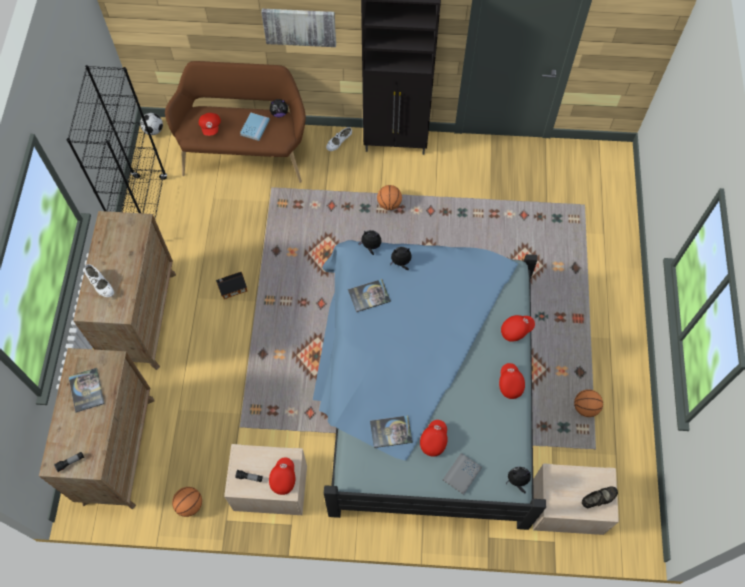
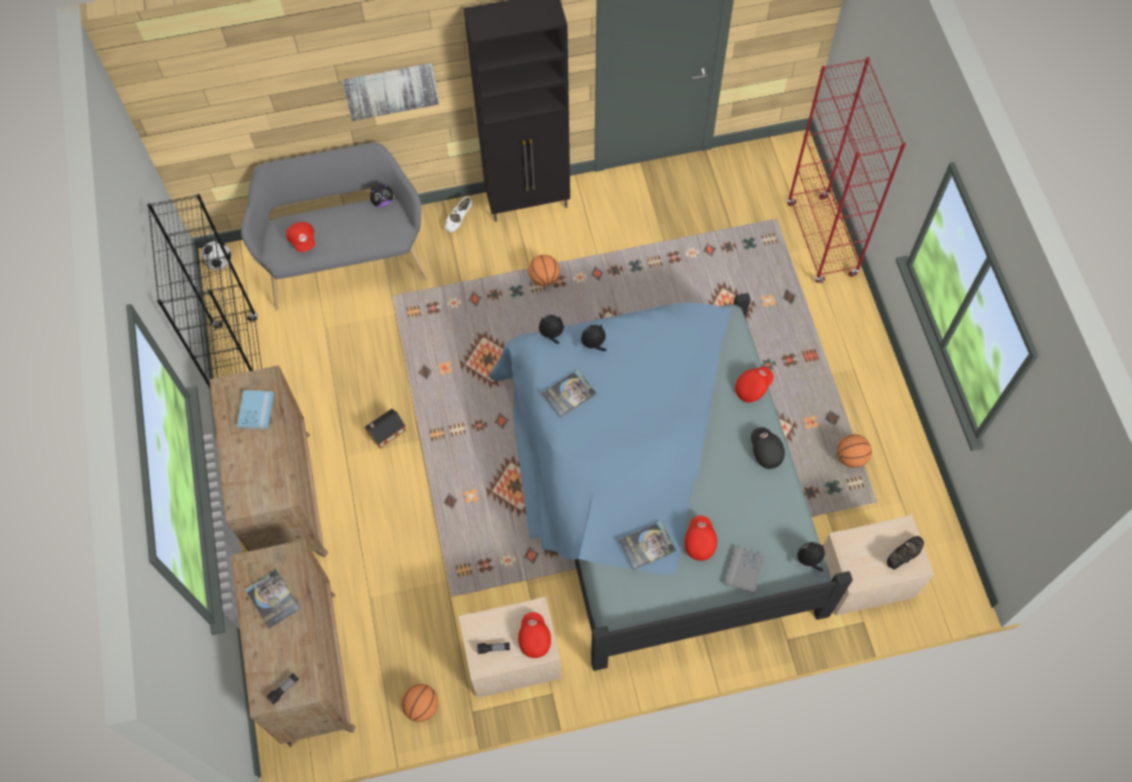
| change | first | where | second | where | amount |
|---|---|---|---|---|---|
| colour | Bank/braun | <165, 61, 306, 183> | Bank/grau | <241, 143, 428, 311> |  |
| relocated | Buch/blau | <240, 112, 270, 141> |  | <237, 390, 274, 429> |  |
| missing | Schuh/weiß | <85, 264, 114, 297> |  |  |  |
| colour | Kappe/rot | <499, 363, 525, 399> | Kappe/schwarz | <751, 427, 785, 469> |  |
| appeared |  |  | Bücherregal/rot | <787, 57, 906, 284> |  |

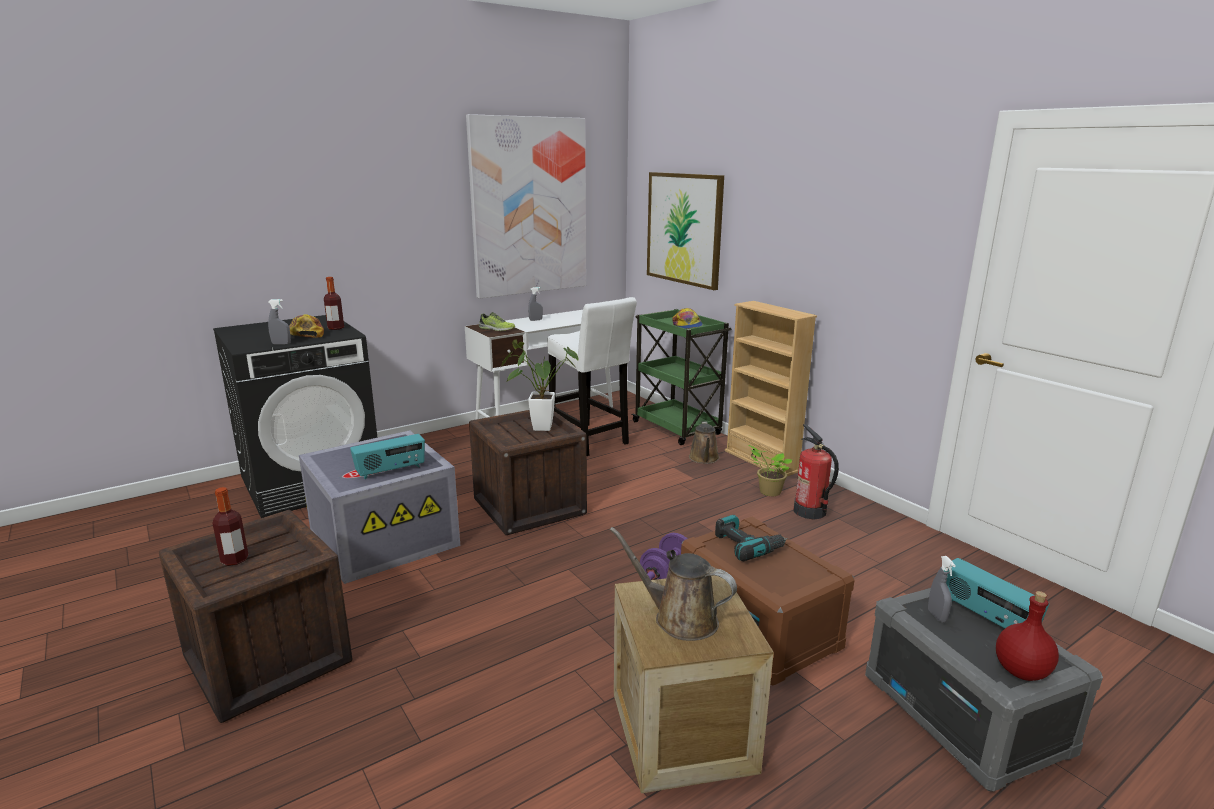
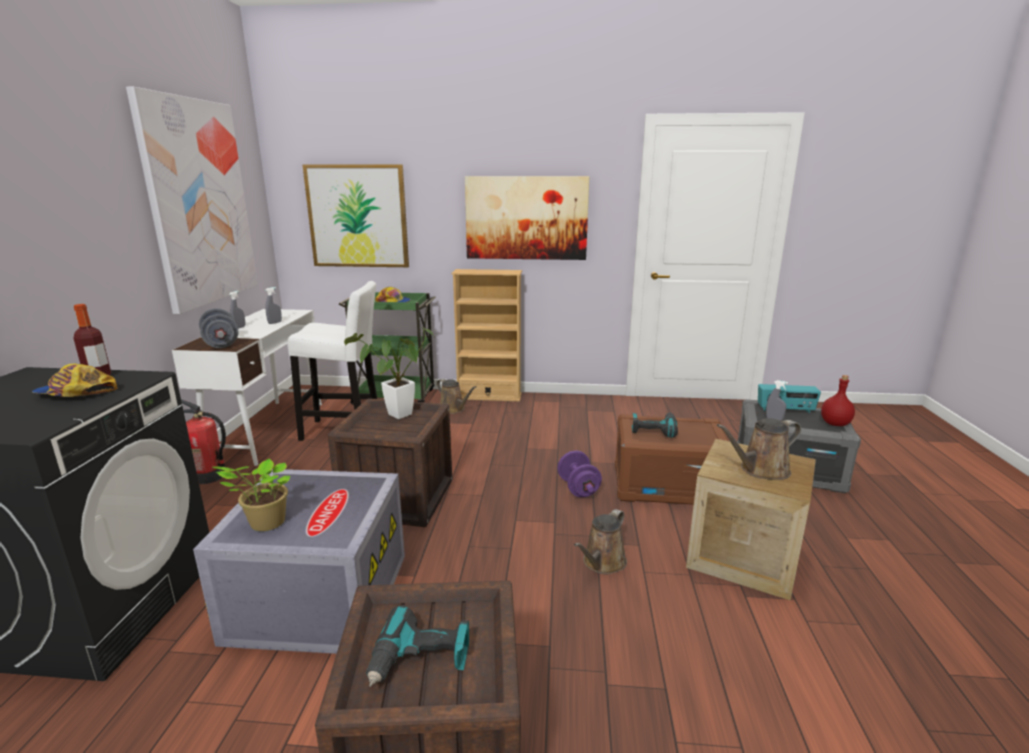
| change | first | where | second | where | amount |
|---|---|---|---|---|---|
| relocated | Sprühflasche/grau | <268, 299, 291, 345> |  | <265, 287, 282, 324> |  |
| exchanged | Schuh | <479, 312, 515, 331> | Hantel/grau | <199, 308, 239, 348> |  |
| relocated | Feuerlöscher | <793, 424, 839, 519> |  | <181, 399, 226, 484> |  |
| missing | Radio | <350, 434, 425, 479> |  |  |  |
| relocated | Topfpflanze | <749, 445, 792, 496> |  | <212, 459, 290, 531> |  |
| exchanged | Flasche | <212, 487, 248, 566> | Bohrmaschine | <366, 605, 469, 687> |  |
| appeared |  |  | Bild | <465, 176, 589, 260> |  |
| appeared |  |  | Gießkanne/braun | <574, 509, 627, 574> |  |

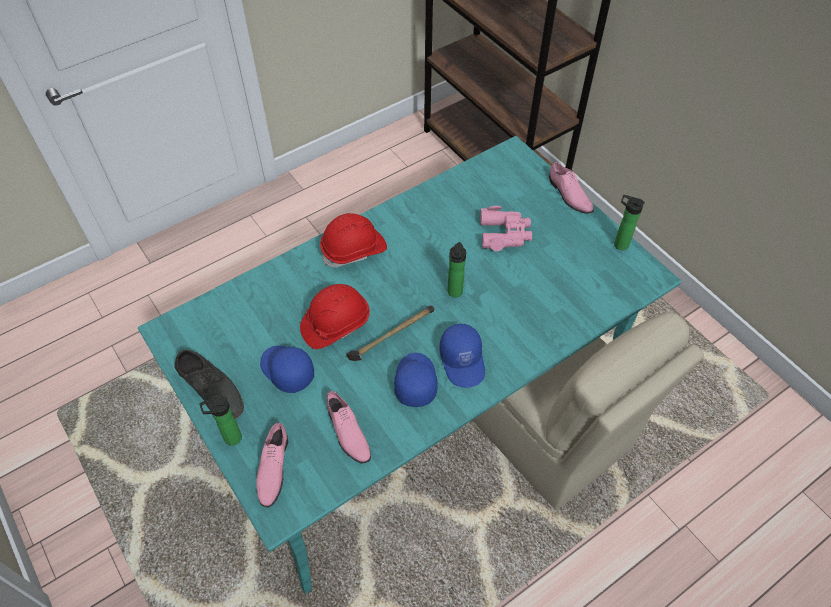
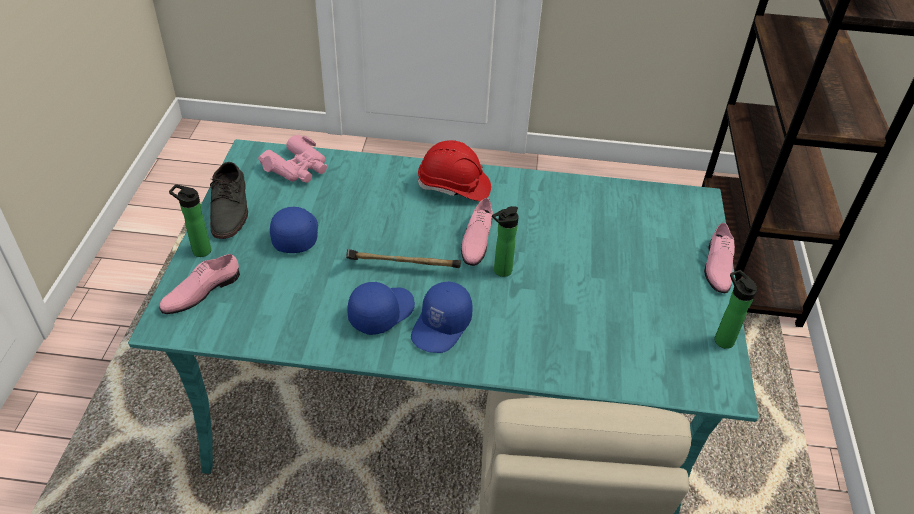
| change | first | where | second | where | amount |
|---|---|---|---|---|---|
| relocated | Fernglas/rosa | <481, 206, 532, 251> |  | <258, 135, 327, 183> |  |
| missing | Schutzhelm/rot | <300, 284, 370, 349> |  |  |  |
| relocated | Schuh/rosa | <327, 391, 371, 464> |  | <461, 198, 493, 266> |  |

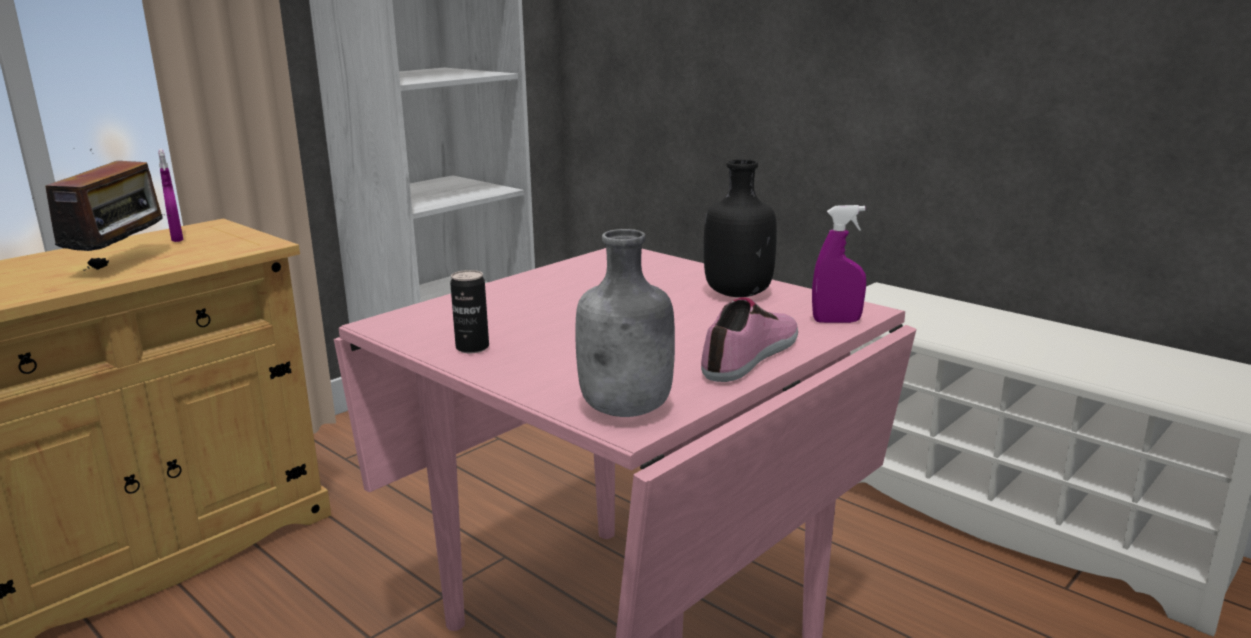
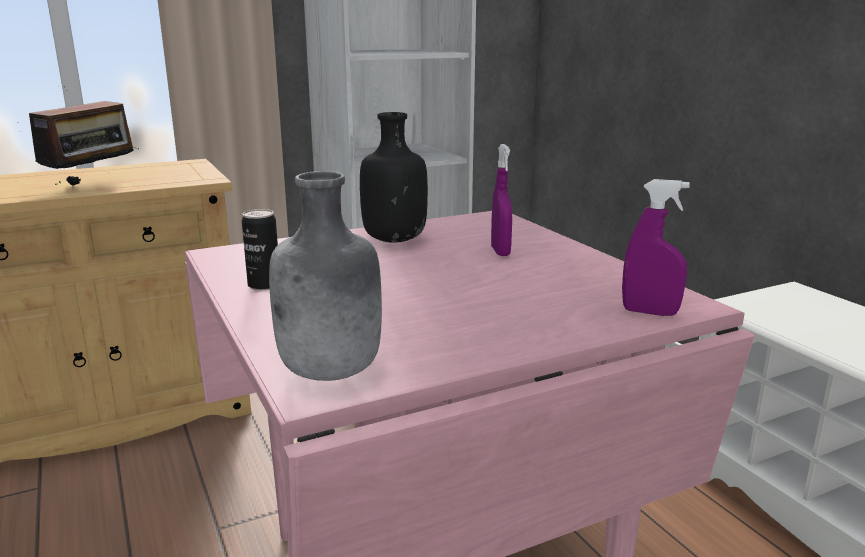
| change | first | where | second | where | amount |
|---|---|---|---|---|---|
| relocated | Sprühflasche/lila | <158, 149, 183, 242> |  | <491, 144, 512, 256> |  |
| relocated | Flasche/schwarz | <704, 159, 777, 297> |  | <360, 112, 428, 243> |  |
| missing | Schuh | <701, 297, 798, 382> |  |  |  |

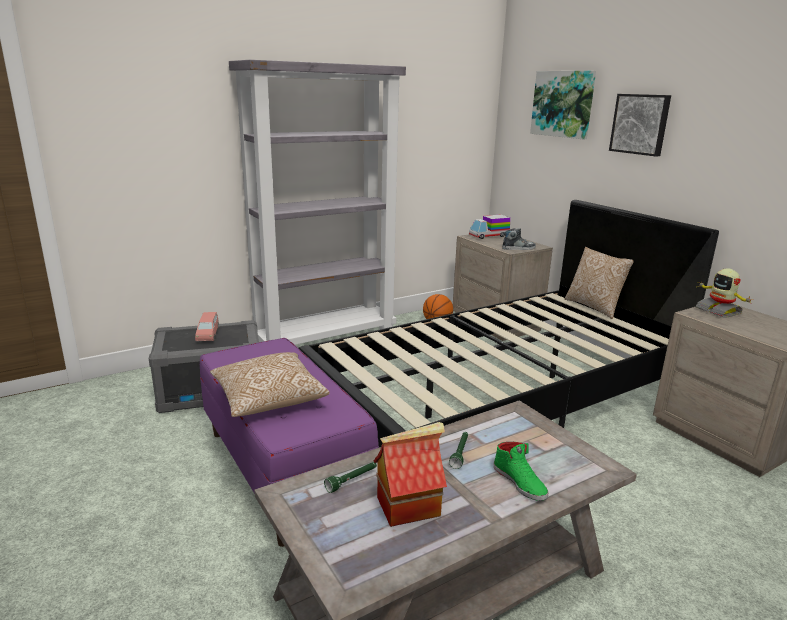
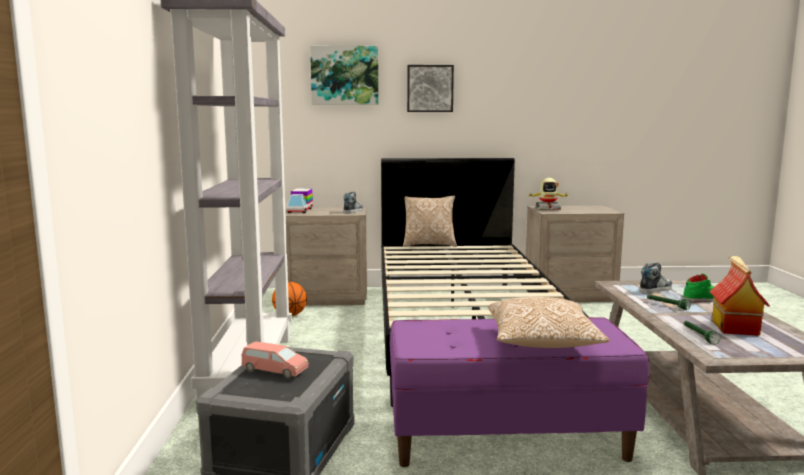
| change | first | where | second | where | amount |
|---|---|---|---|---|---|
| appeared |  |  | Schuh | <640, 263, 672, 294> |  |

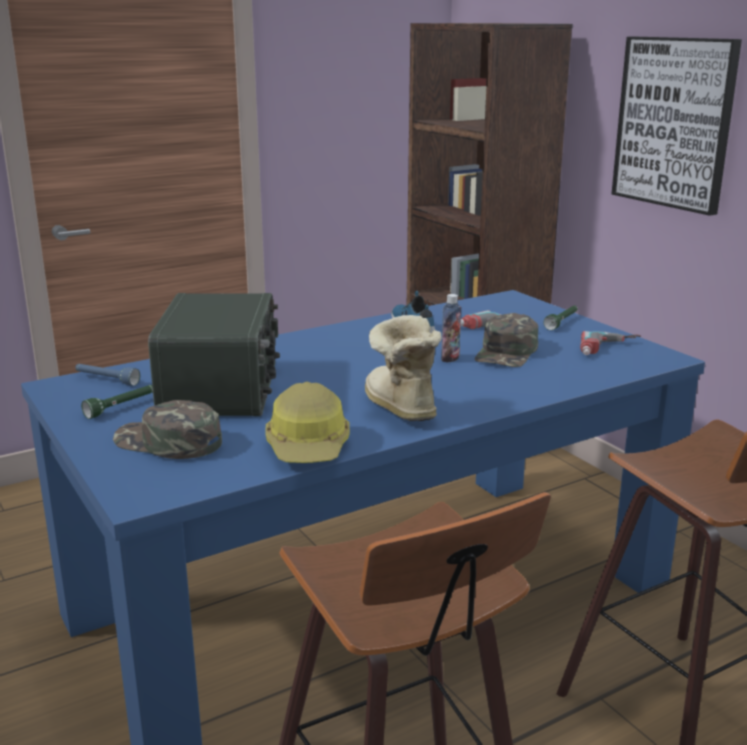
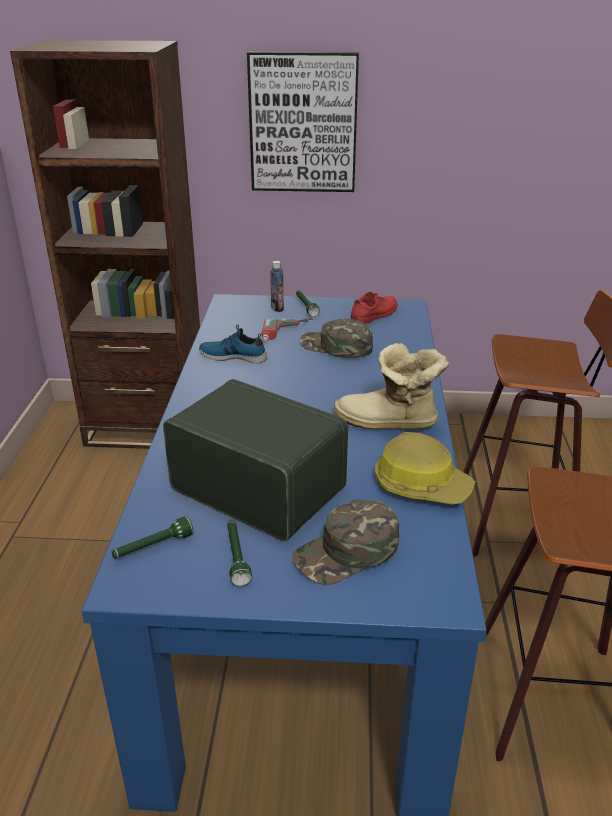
| change | first | where | second | where | amount |
|---|---|---|---|---|---|
| relocated | Flasche | <441, 294, 461, 363> |  | <270, 261, 284, 312> |  |
| spun | Kappe/grün | <475, 313, 538, 367> |  | <300, 319, 373, 358> | 150 degrees clockwise |
| exchanged | Bohrmaschine | <580, 331, 641, 355> | Schuh/rot | <351, 292, 397, 324> |  |
| colour | Taschenlampe/blau | <75, 364, 140, 386> | Taschenlampe/grün | <111, 516, 193, 558> |  |

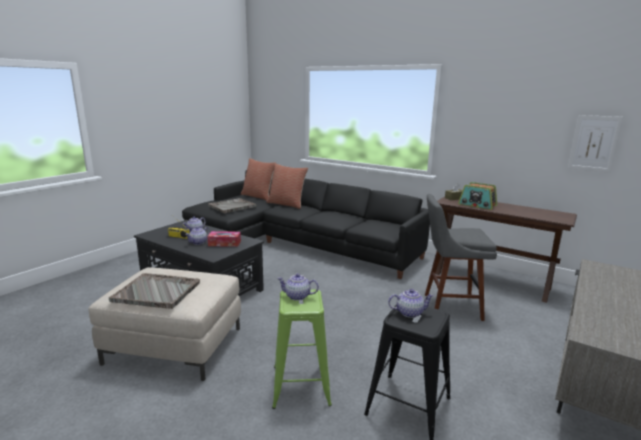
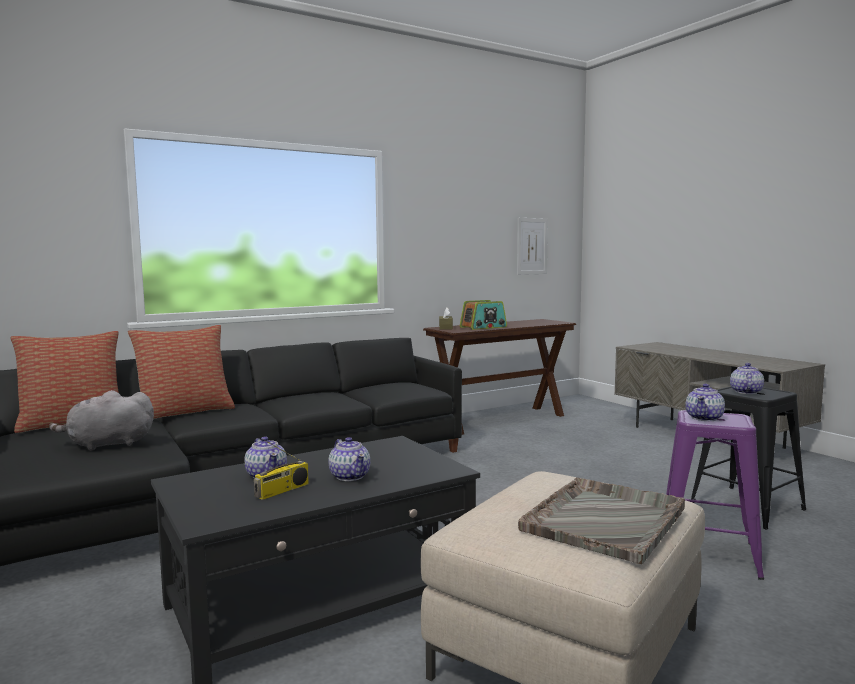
| change | first | where | second | where | amount |
|---|---|---|---|---|---|
| missing | Hocker/grau | <425, 194, 497, 321> |  |  |  |
| exchanged | Tablett/grau | <208, 198, 256, 213> | Plüschtier/grau | <49, 390, 154, 451> |  |
| missing | Taschentuchbox | <207, 231, 241, 247> |  |  |  |
| colour | Hocker/grün | <272, 289, 332, 409> | Hocker/lila | <666, 410, 764, 580> |  |

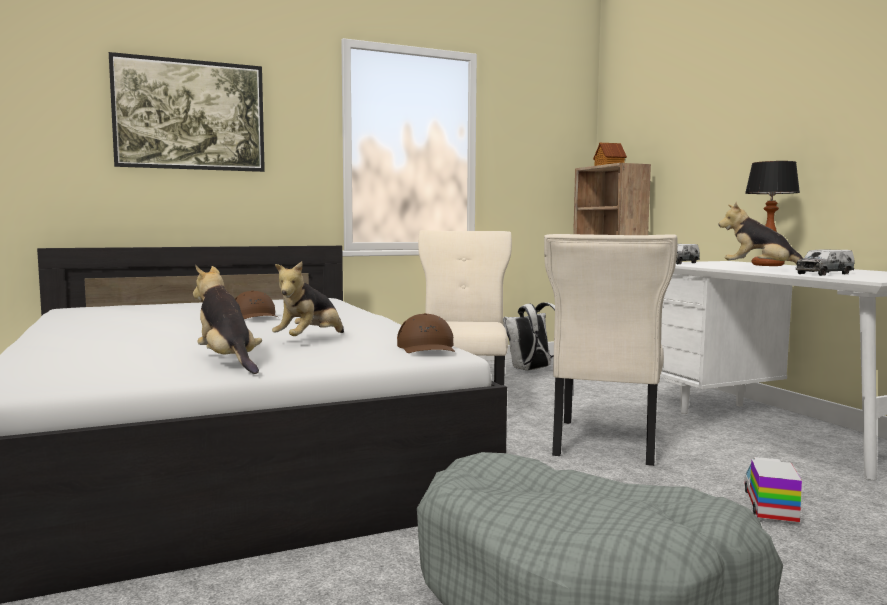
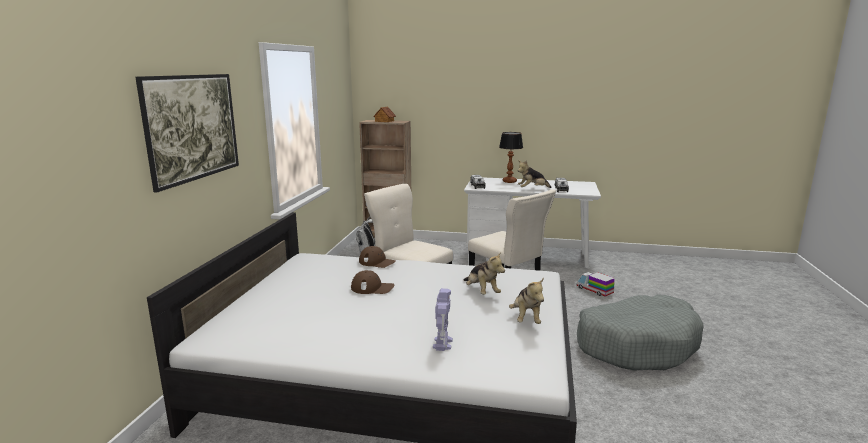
| change | first | where | second | where | amount |
|---|---|---|---|---|---|
| spun | Plüschtier | <193, 265, 262, 374> |  | <509, 278, 544, 324> | 90 degrees counterclockwise |
| relocated | Kappe/braun | <397, 313, 455, 353> |  | <359, 246, 396, 268> |  |
| appeared |  |  | Spielzeugroboter | <433, 288, 453, 351> |  |

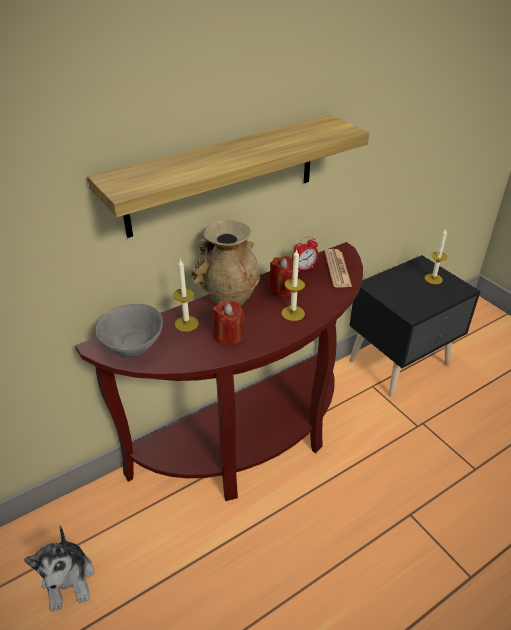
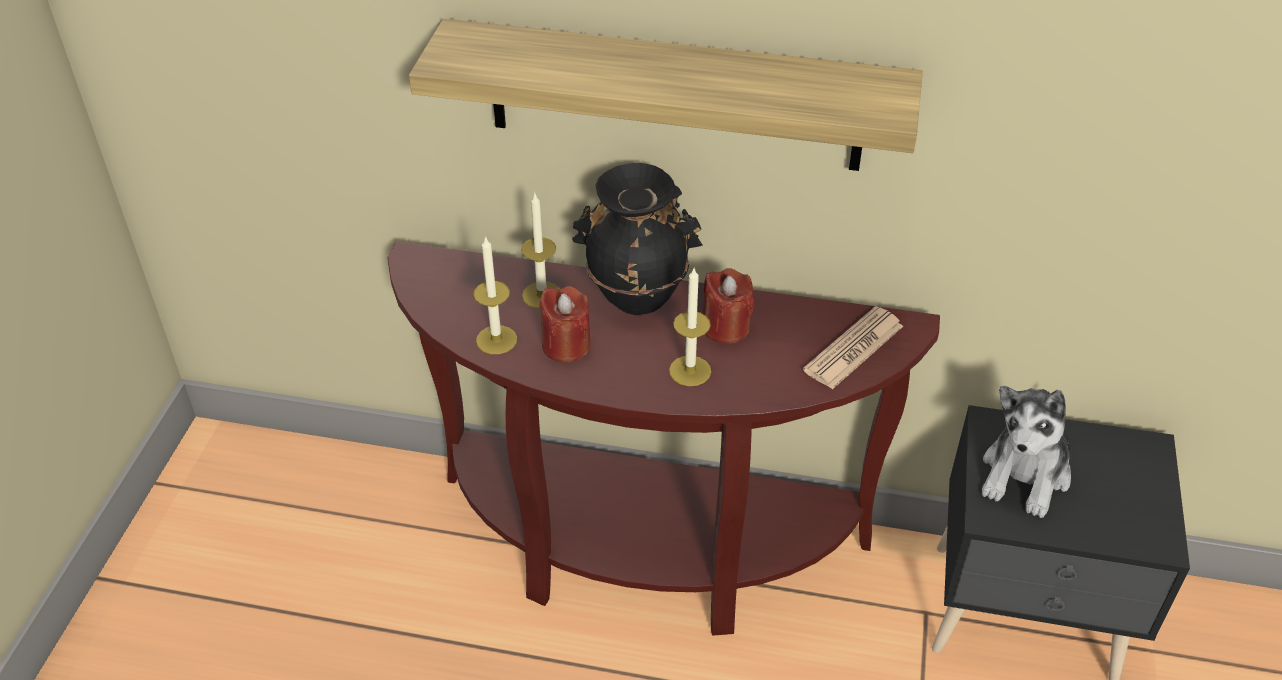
| change | first | where | second | where | amount |
|---|---|---|---|---|---|
| colour | Vase/beige | <191, 220, 260, 306> | Vase/schwarz | <572, 163, 703, 315> |  |
| relocated | Kerze | <425, 229, 447, 284> |  | <473, 236, 517, 354> |  |
| missing | Wecker | <292, 236, 318, 273> |  |  |  |
| missing | Schüssel/grau | <96, 304, 163, 357> |  |  |  |
| relocated | Plüschtier | <24, 526, 94, 612> |  | <982, 386, 1071, 518> |  |

